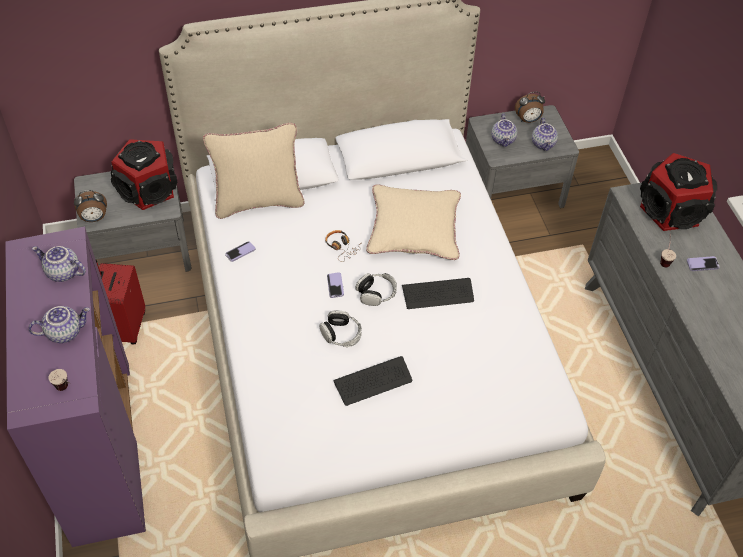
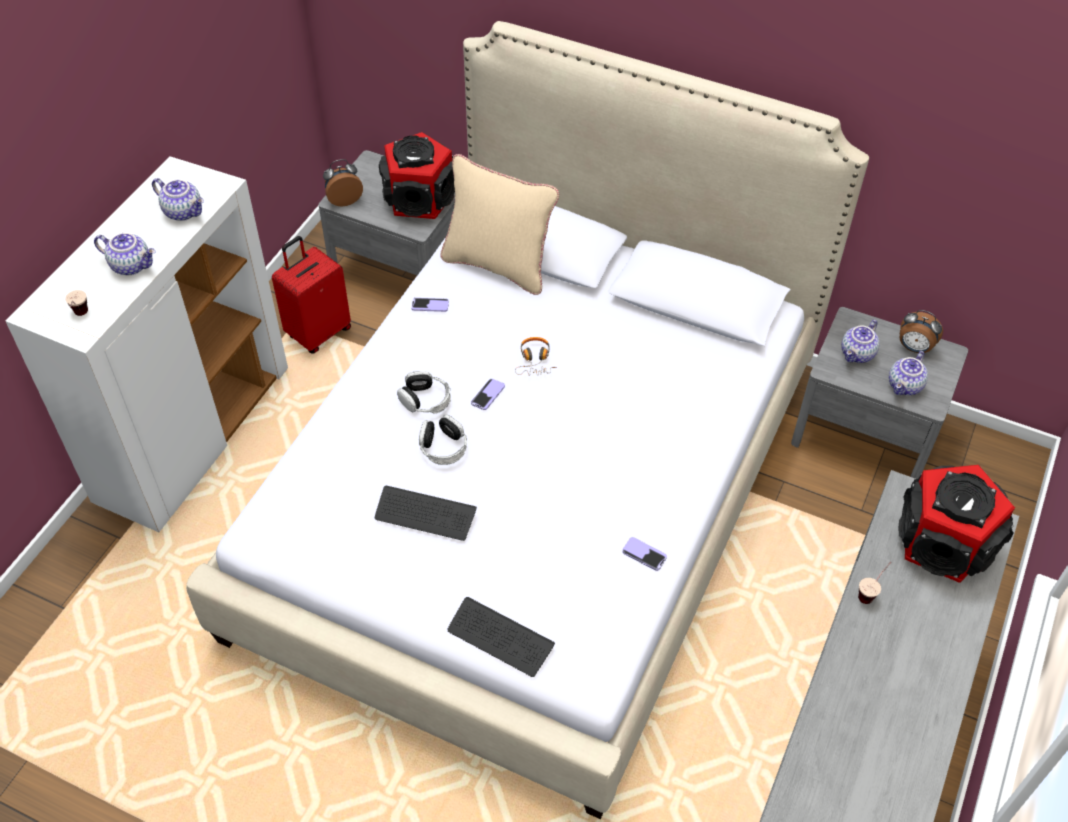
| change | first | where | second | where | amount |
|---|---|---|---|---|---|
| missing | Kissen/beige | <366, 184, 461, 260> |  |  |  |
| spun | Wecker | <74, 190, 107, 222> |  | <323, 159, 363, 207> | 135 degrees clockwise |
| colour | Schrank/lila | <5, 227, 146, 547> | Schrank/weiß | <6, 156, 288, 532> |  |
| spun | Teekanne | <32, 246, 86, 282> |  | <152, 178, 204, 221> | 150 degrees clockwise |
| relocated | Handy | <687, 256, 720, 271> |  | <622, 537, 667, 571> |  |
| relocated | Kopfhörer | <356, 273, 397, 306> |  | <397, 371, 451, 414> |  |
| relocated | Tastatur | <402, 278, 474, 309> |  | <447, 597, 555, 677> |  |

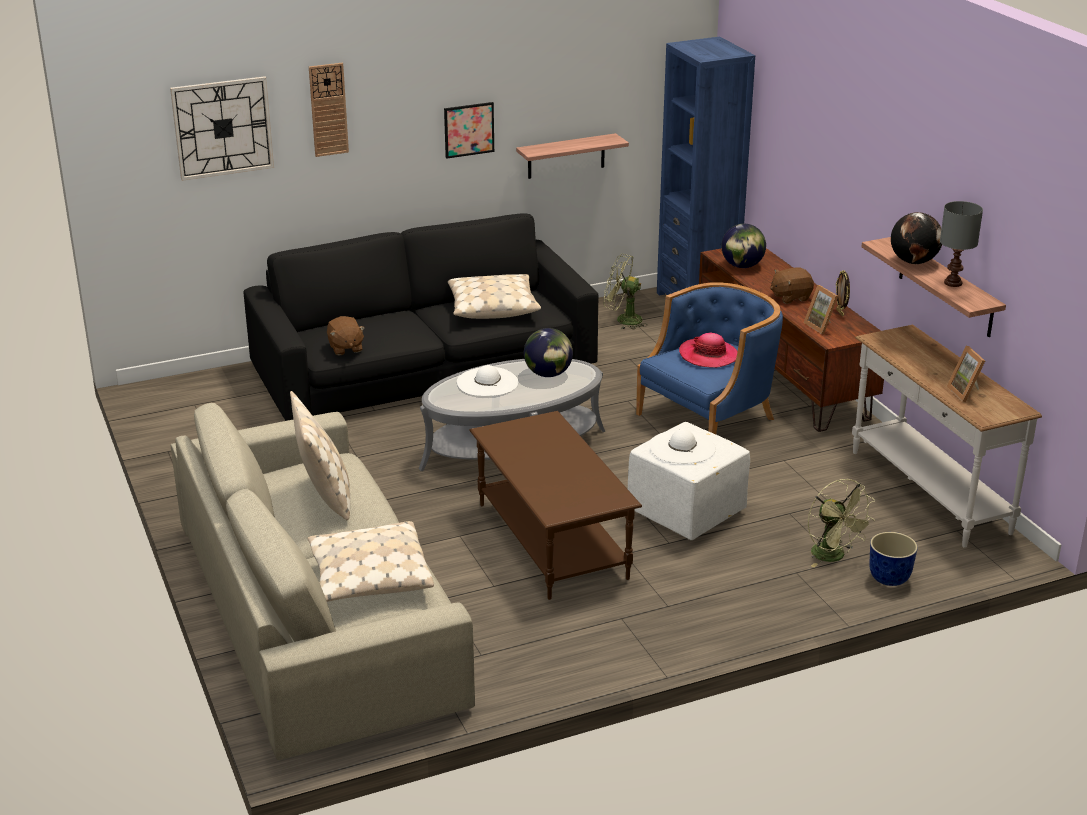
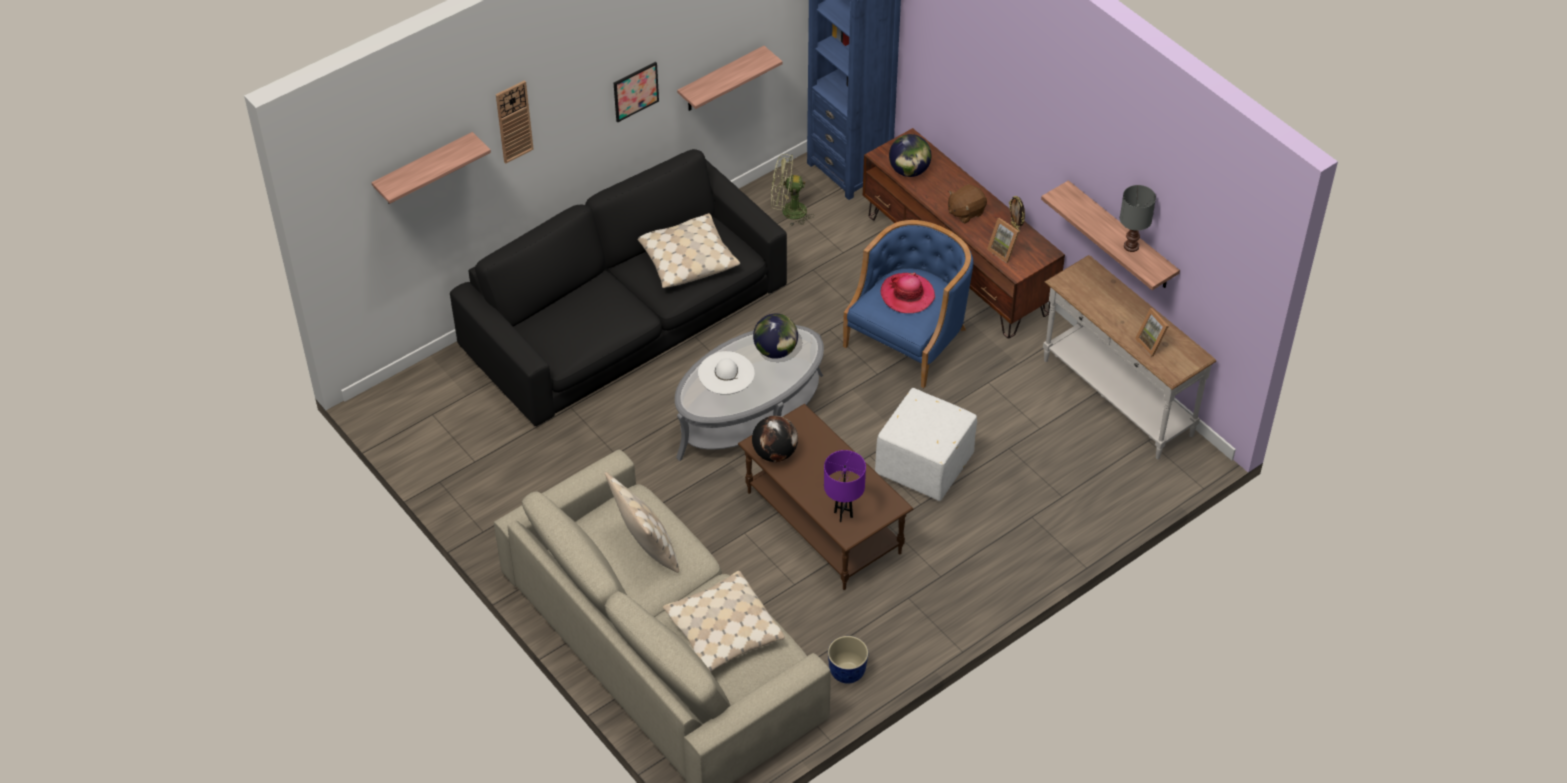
| change | first | where | second | where | amount |
|---|---|---|---|---|---|
| exchanged | Wanduhr | <170, 76, 274, 181> | Wandregal | <371, 132, 491, 204> |  |
| relocated | Globus | <891, 212, 942, 264> |  | <752, 416, 798, 462> |  |
| missing | Plüschtier/braun | <327, 316, 365, 356> |  |  |  |
| missing | Hut/weiß | <649, 429, 716, 463> |  |  |  |
| missing | Ventilator/grün | <808, 479, 875, 567> |  |  |  |
| relocated | Pflanzkübel | <869, 532, 918, 586> |  | <828, 636, 868, 684> |  |
| appeared |  |  | Tischlampe/lila | <824, 450, 866, 522> |  |

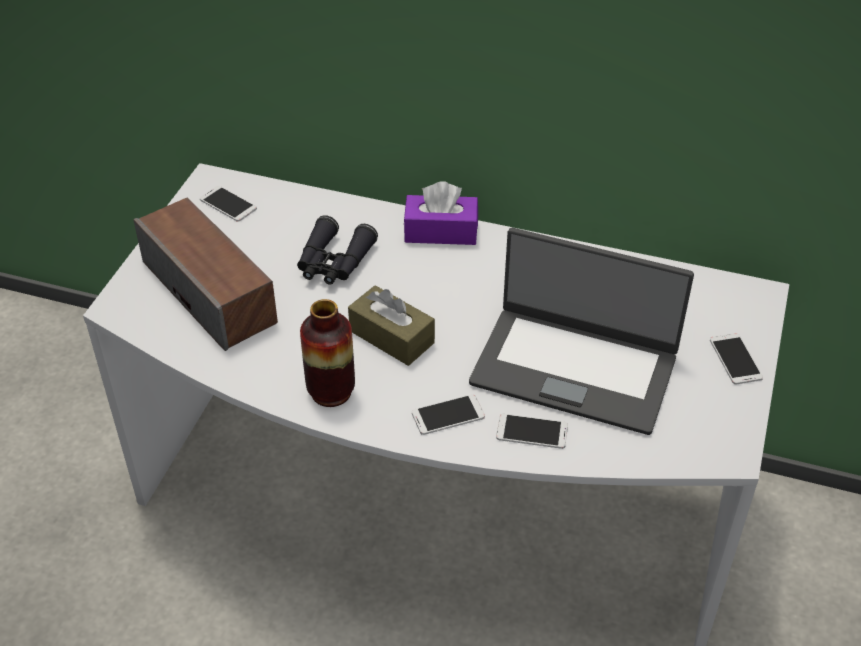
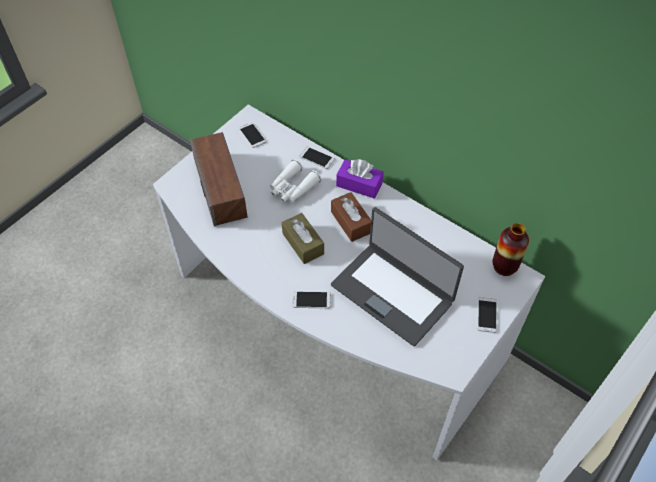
| change | first | where | second | where | amount |
|---|---|---|---|---|---|
| colour | Fernglas/schwarz | <297, 215, 378, 285> | Fernglas/weiß | <270, 159, 321, 203> |  |
| relocated | Vase | <300, 299, 355, 407> |  | <492, 223, 529, 276> |  |
| relocated | Handy | <496, 414, 568, 449> |  | <299, 147, 335, 169> |  |
| appeared |  |  | Taschentuchbox/braun | <331, 192, 371, 242> |  |

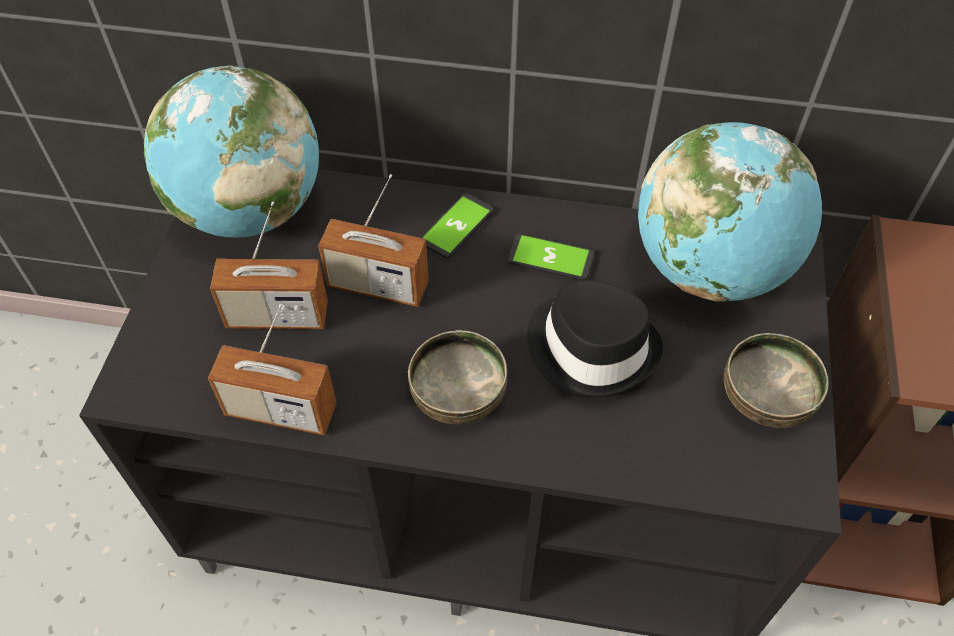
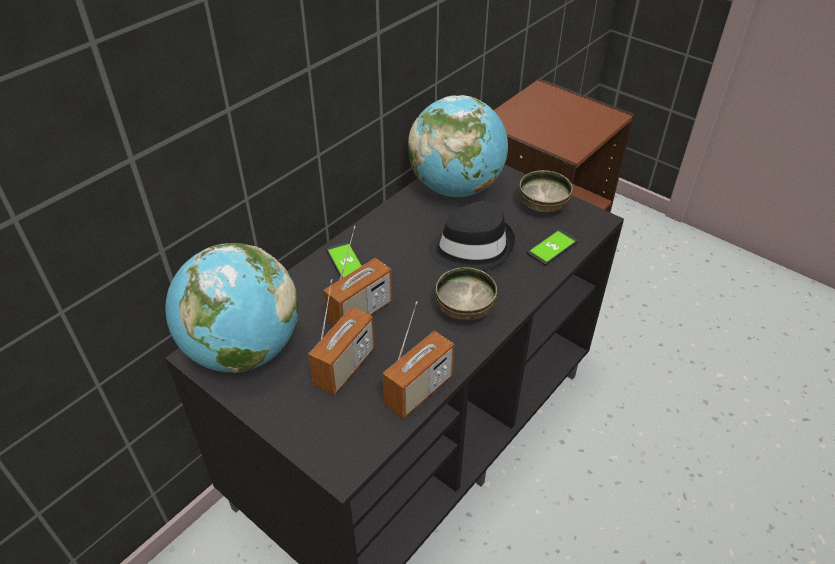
| change | first | where | second | where | amount |
|---|---|---|---|---|---|
| relocated | Handy | <507, 233, 595, 280> |  | <527, 229, 578, 265> |  |

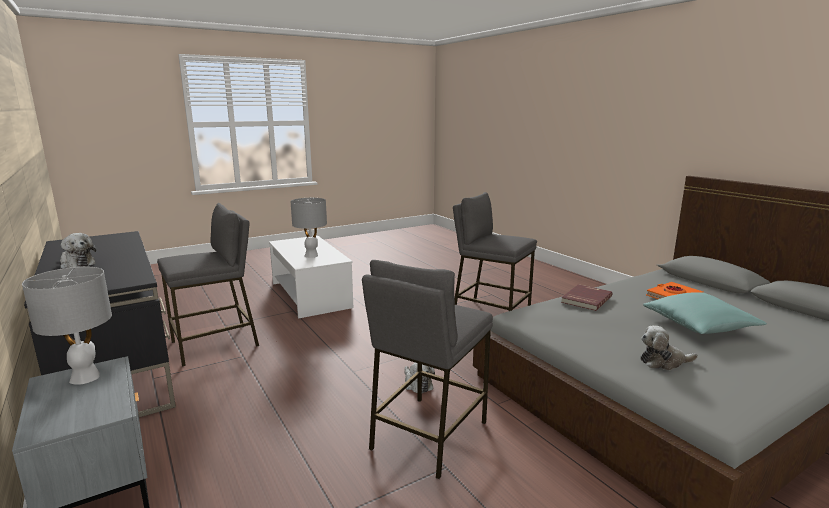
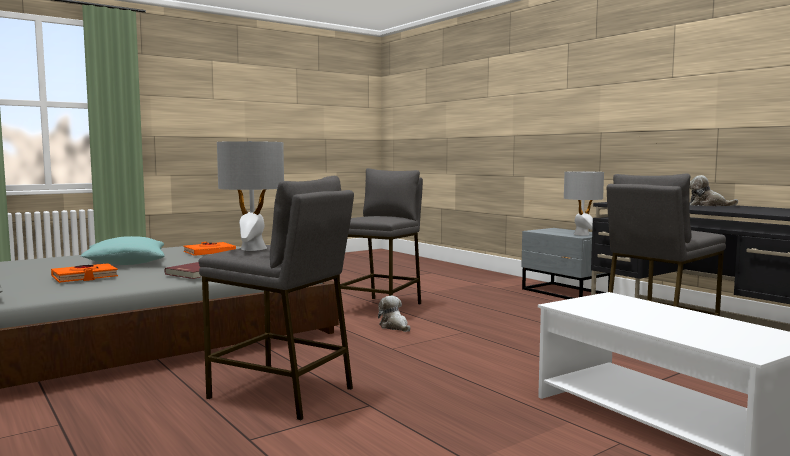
| change | first | where | second | where | amount |
|---|---|---|---|---|---|
| relocated | Tischlampe/grau | <291, 198, 327, 258> |  | <217, 141, 284, 251> |  |
| exchanged | Plüschtier | <640, 325, 698, 370> | Buch/orange | <183, 242, 236, 256> |  |

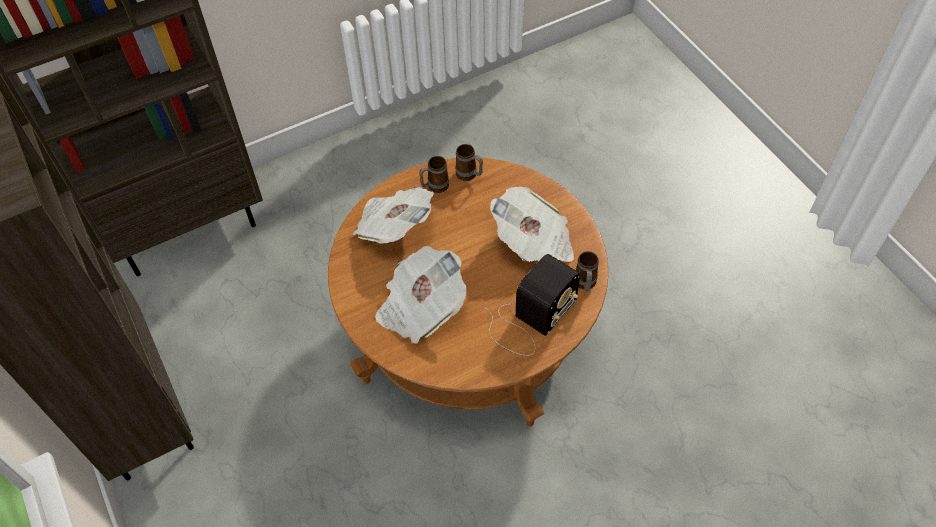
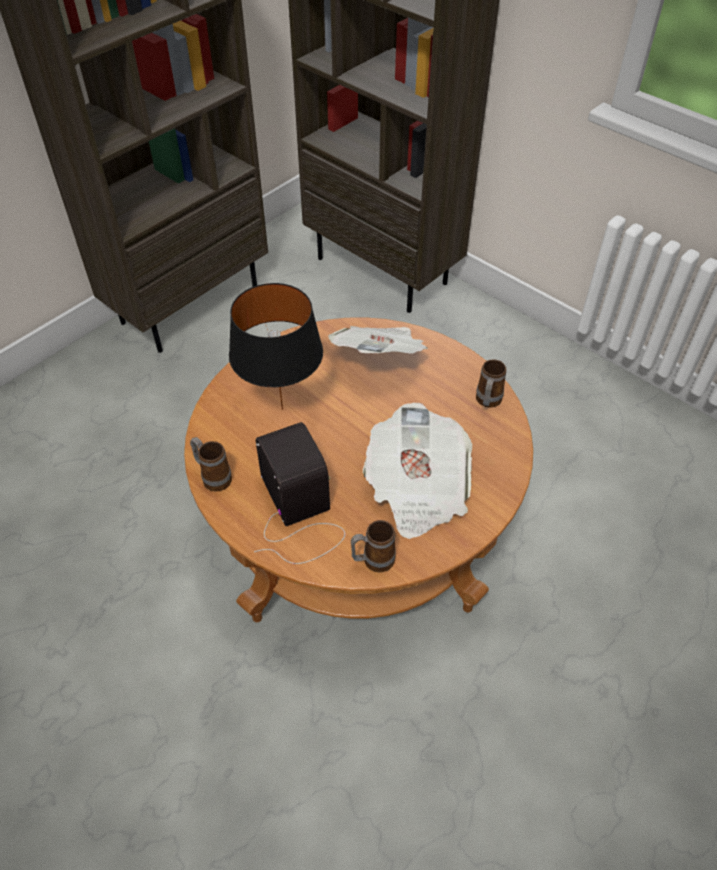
| change | first | where | second | where | amount |
|---|---|---|---|---|---|
| relocated | Henkelbecher | <419, 156, 449, 193> |  | <190, 437, 232, 492> |  |
| exchanged | Zeitung | <375, 246, 467, 344> | Tischlampe/schwarz | <229, 283, 323, 410> |  |
| spun | Radio | <485, 254, 580, 356> |  | <254, 422, 345, 564> | 135 degrees counterclockwise |

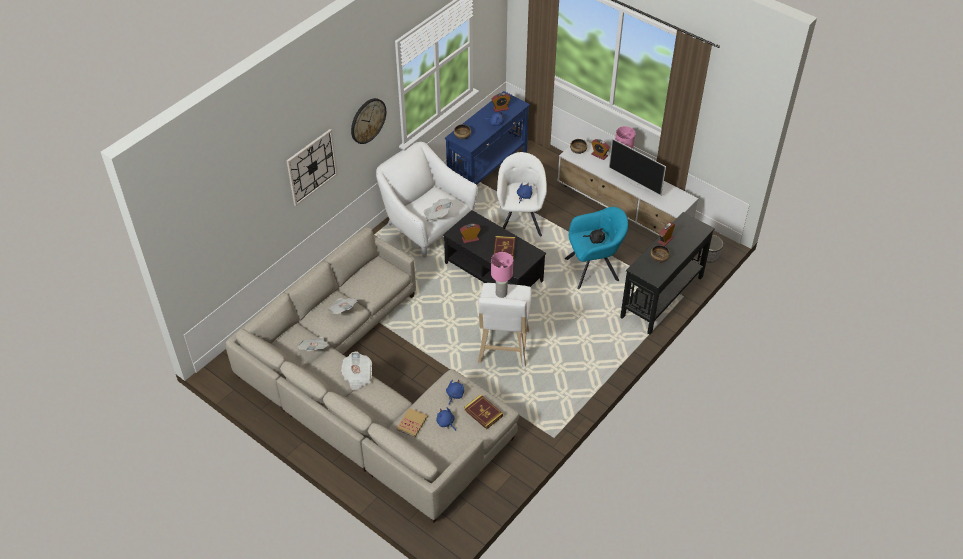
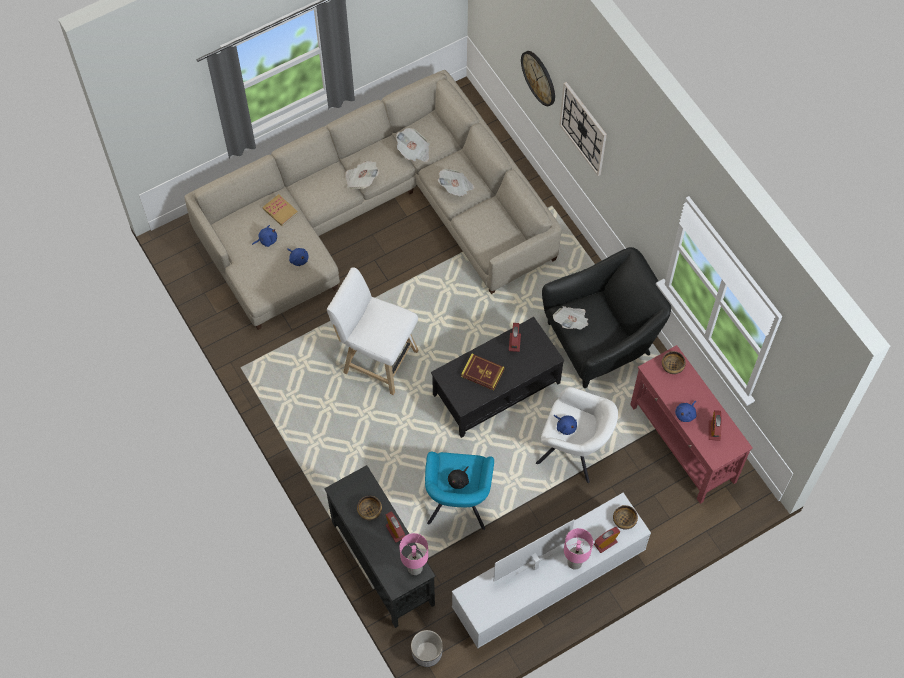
| change | first | where | second | where | amount |
|---|---|---|---|---|---|
| colour | Konsolentisch/blau | <445, 91, 530, 185> | Konsolentisch/rot | <630, 345, 753, 504> |  |
| relocated | Wanduhr | <351, 98, 386, 144> |  | <521, 51, 555, 106> |  |
| colour | Sessel/weiß | <376, 142, 478, 258> | Sessel/schwarz | <542, 247, 671, 388> |  |
| relocated | Tischlampe/rosa | <491, 252, 513, 298> |  | <400, 533, 428, 575> |  |
| missing | Buch | <464, 394, 503, 430> |  |  |  |

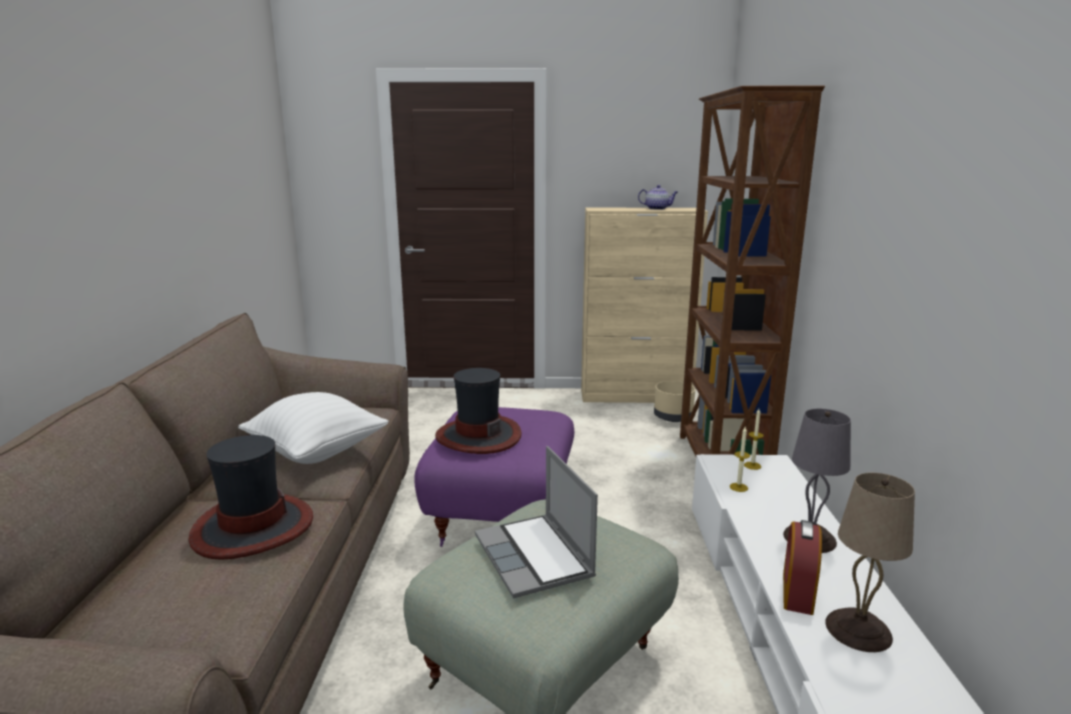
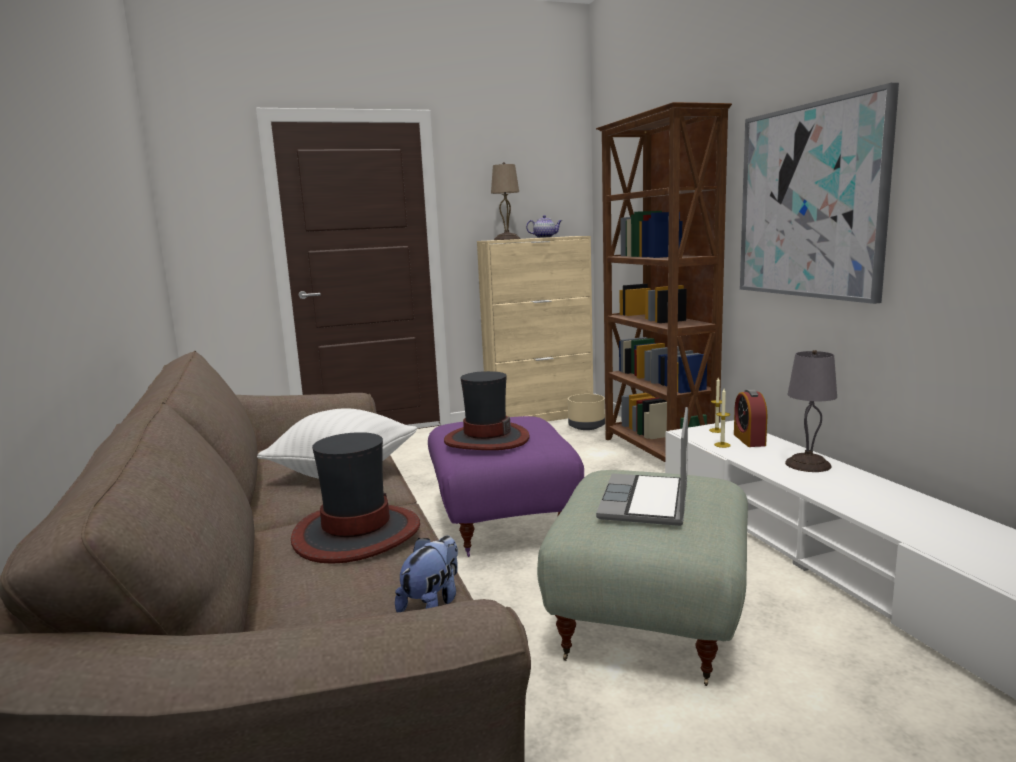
| change | first | where | second | where | amount |
|---|---|---|---|---|---|
| spun | Laptop | <475, 446, 598, 598> |  | <596, 407, 688, 526> | 60 degrees clockwise |
| relocated | Tischlampe/beige | <825, 473, 915, 652> |  | <491, 162, 520, 240> |  |
| relocated | Wecker | <783, 520, 822, 615> |  | <734, 389, 767, 447> |  |
| appeared |  |  | Bild | <740, 83, 899, 304> |  |
| appeared |  |  | Plüschtier | <395, 536, 458, 613> |  |

